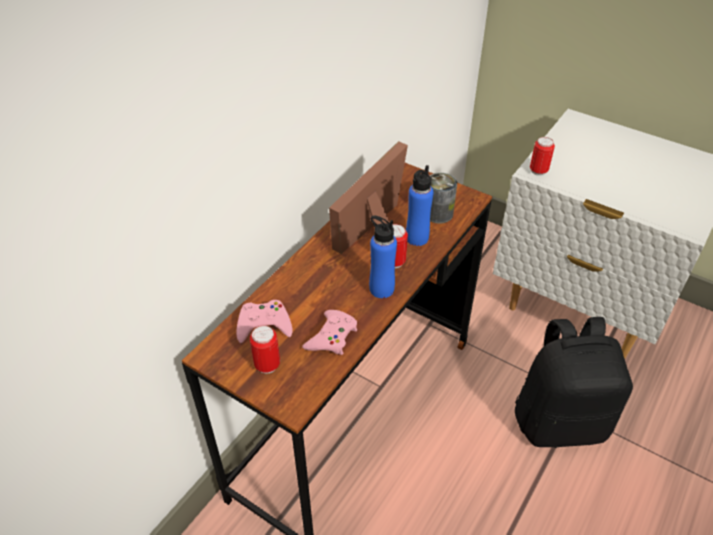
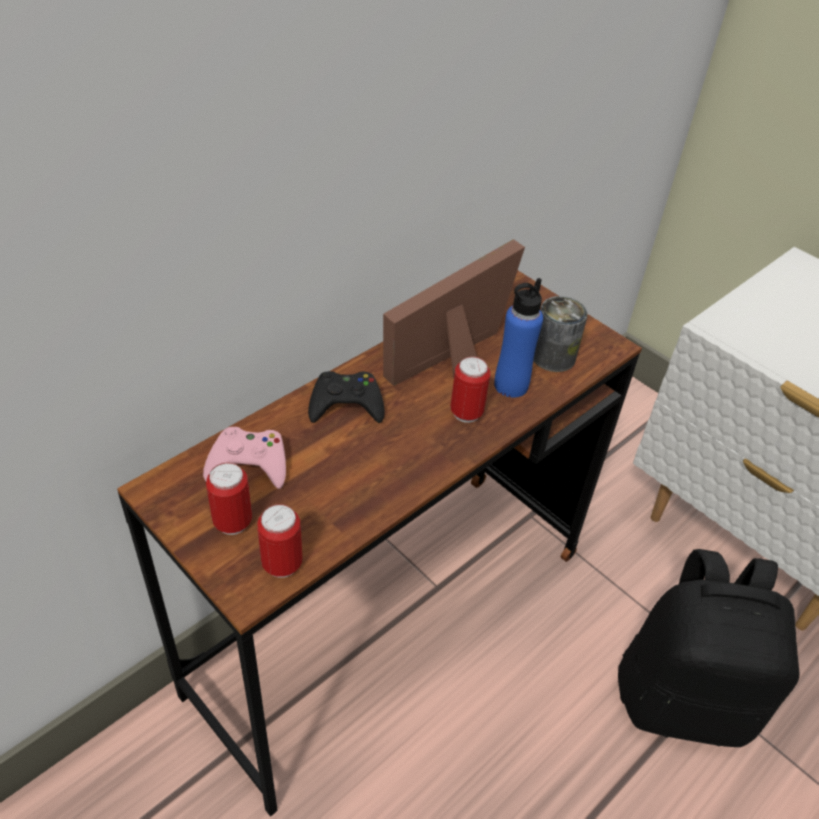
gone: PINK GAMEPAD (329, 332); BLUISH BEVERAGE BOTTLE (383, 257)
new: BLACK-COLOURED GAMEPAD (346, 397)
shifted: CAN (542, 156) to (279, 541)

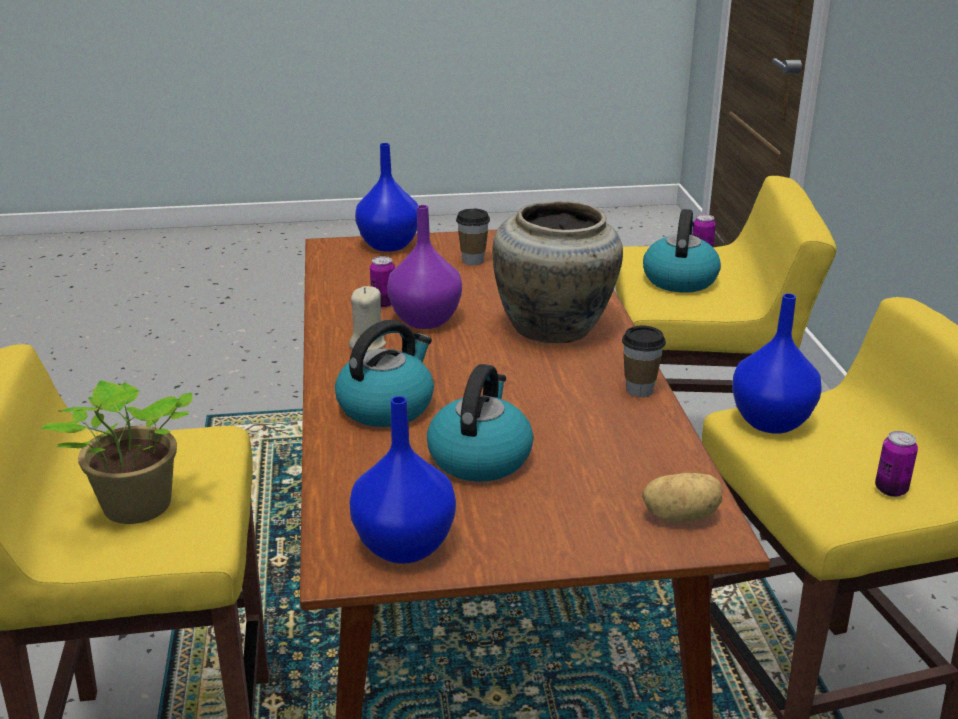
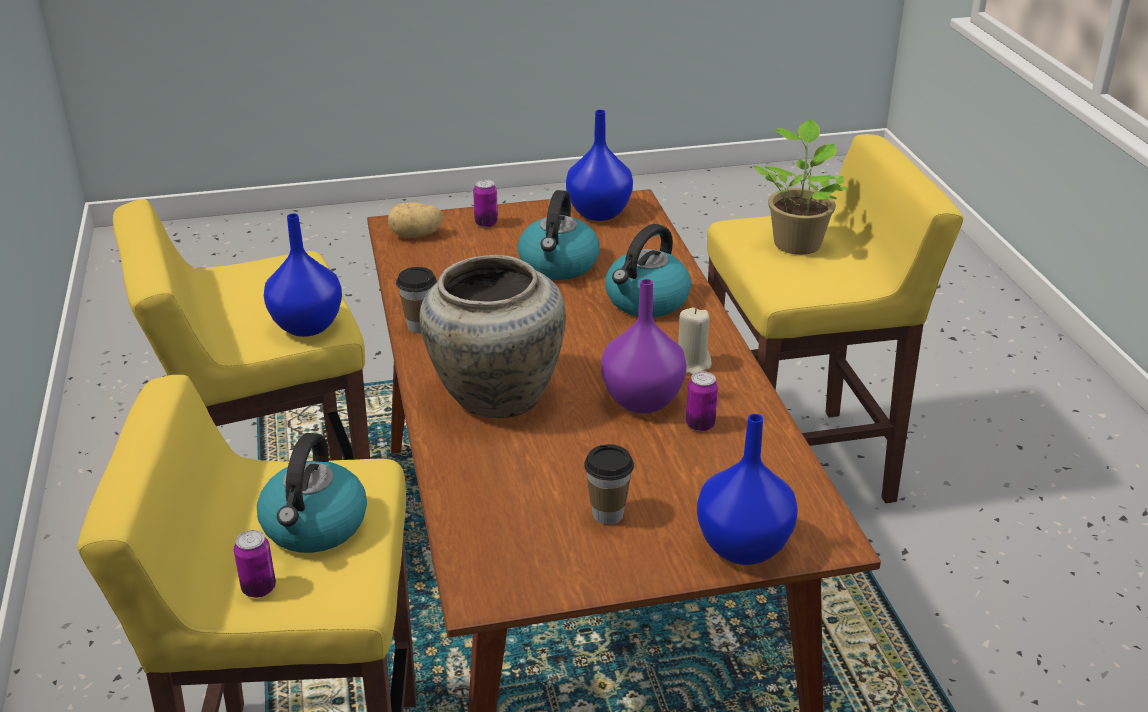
shifted: CAN (896, 464) to (485, 203)

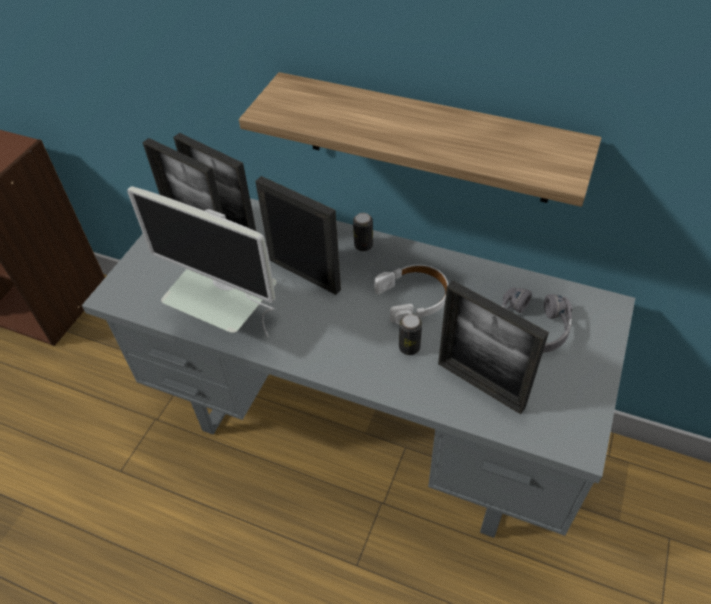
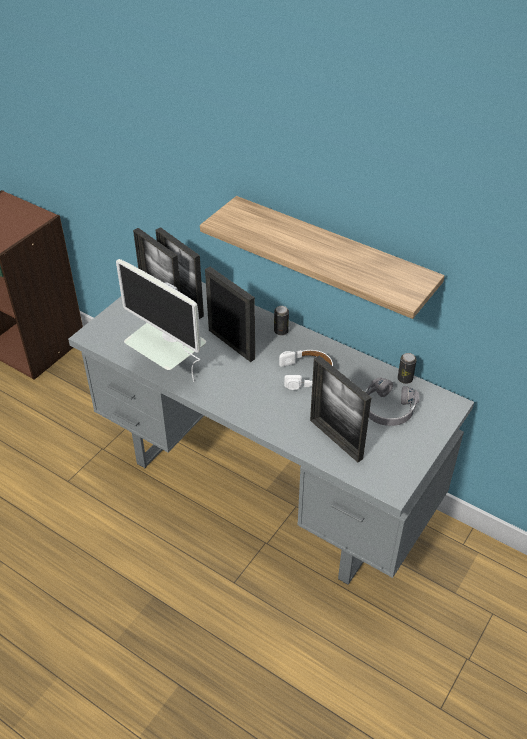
shifted: CAN (410, 334) to (407, 368)

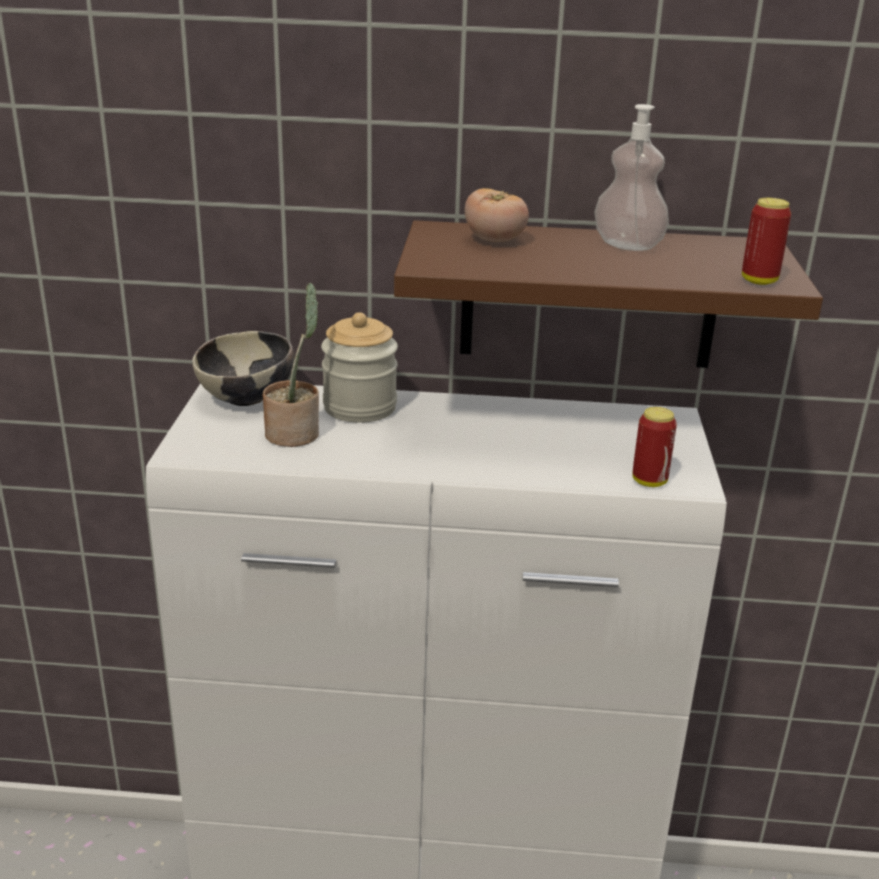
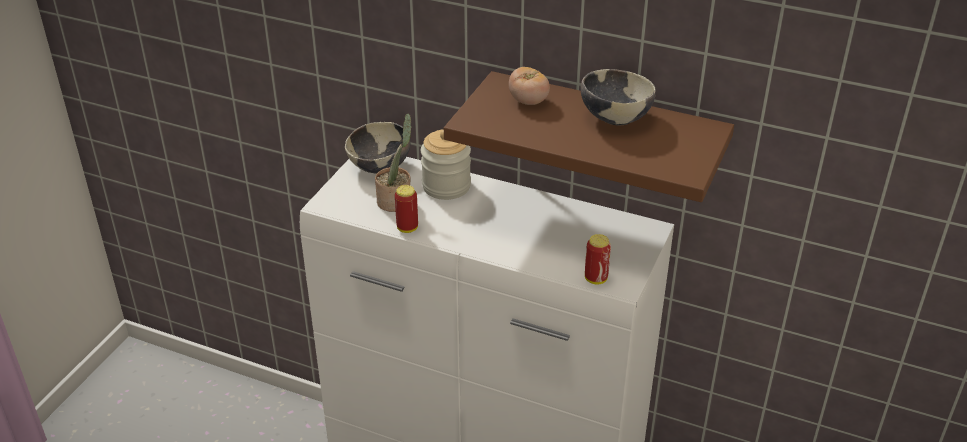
shifted: CAN (766, 241) to (406, 209)
swapped: SOAP BOTTLE (631, 177) to BOWL (618, 97)

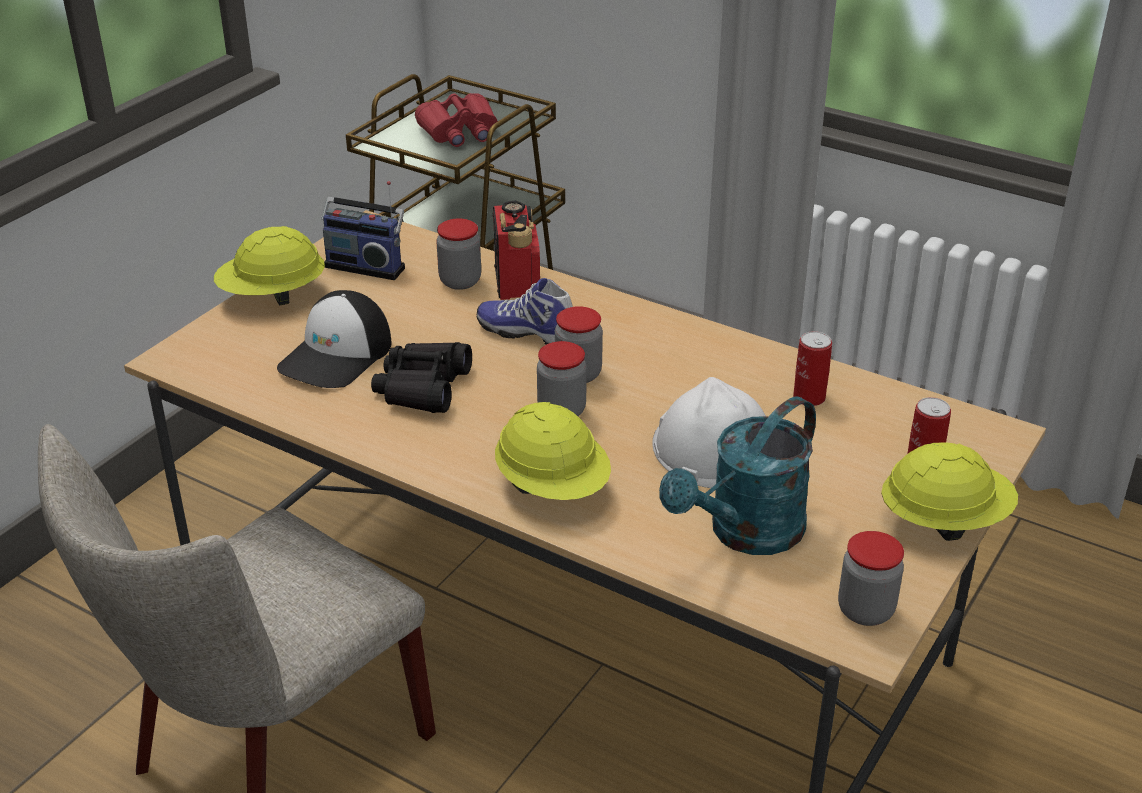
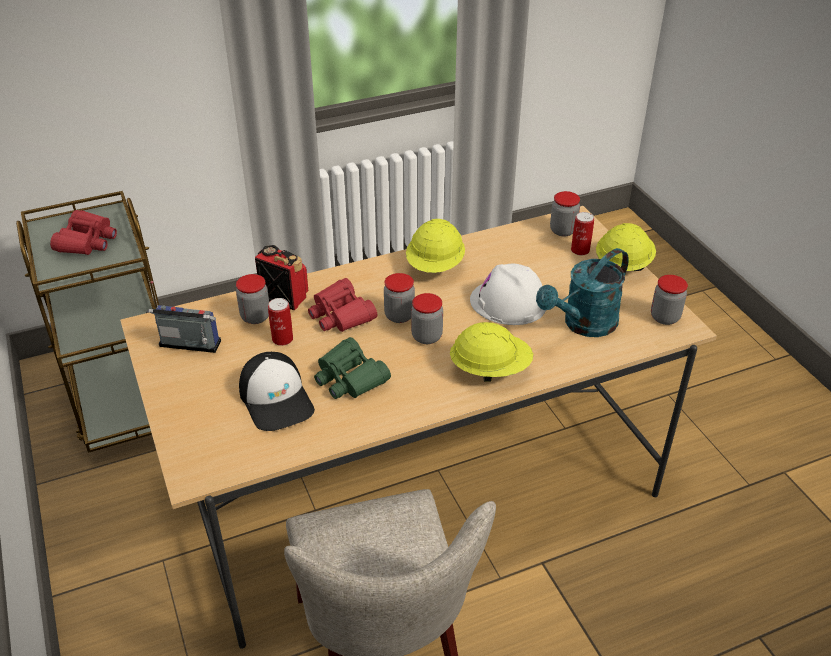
new: JAR (565, 214)
shifted: CAN (812, 368) to (280, 322); YELLOW-COLOURED SAFETY HELMET (269, 265) to (435, 246)
swapped: SHOE (525, 311) to REDDISH PAIR OF BINOCULARS (342, 305)
repainted: BLACK-COLOURED PAIR OF BINOCULARS (421, 377) to GREEN-COLOURED PAIR OF BINOCULARS (352, 368)
rotated: RADIO (363, 230) = (184, 317) 135 degrees counterclockwise; TURQUOISE WATERING POT (737, 475) = (582, 292) 60 degrees clockwise

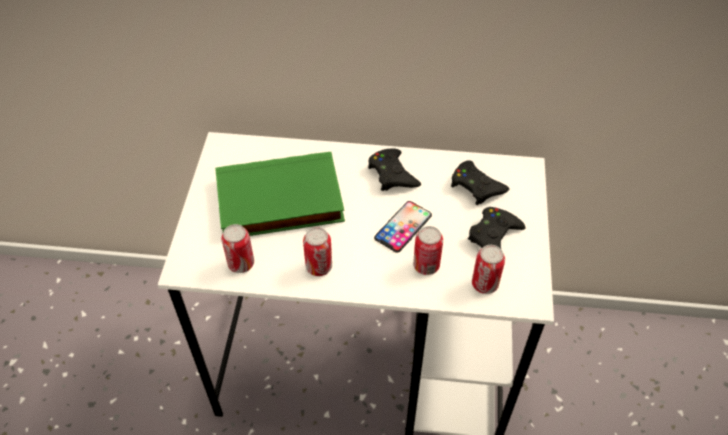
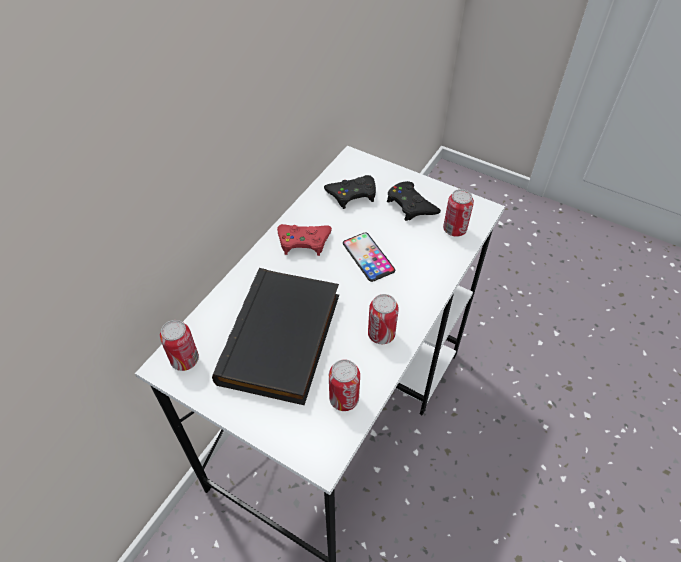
shifted: CAN (428, 250) to (179, 345)
repainted: GREEN-COLOURED BOOK (280, 194) to BLACK-COLOURED BOOK (275, 336); BLACK-COLOURED GAMEPAD (394, 169) to REDDISH GAMEPAD (304, 240)

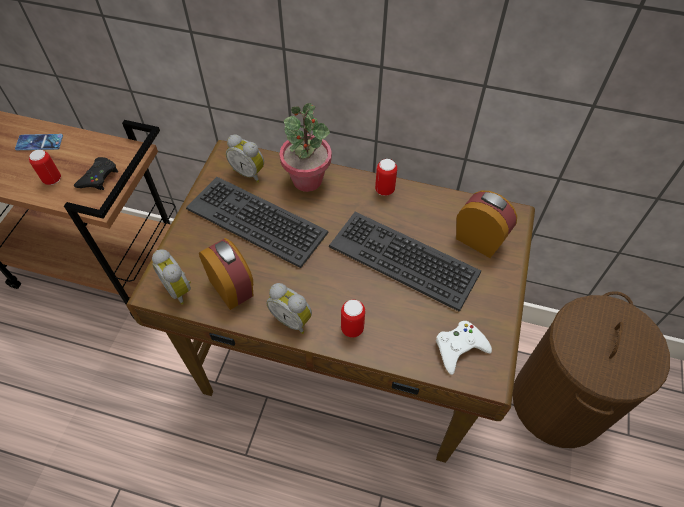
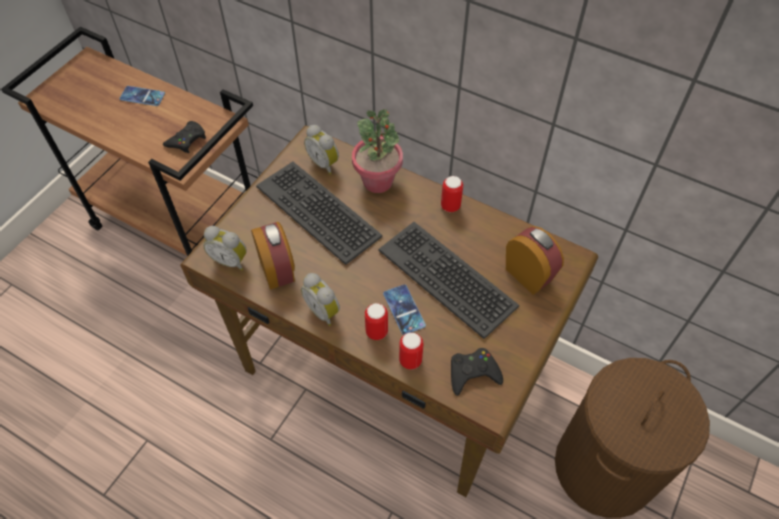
new: HANDSET (404, 309)
shifted: CAN (45, 167) to (411, 351)
repainted: WHITISH GAMEPAD (464, 348) to BLACK-COLOURED GAMEPAD (477, 372)
rotated: BEDSIDE CLOCK (171, 277) = (225, 248) 45 degrees counterclockwise

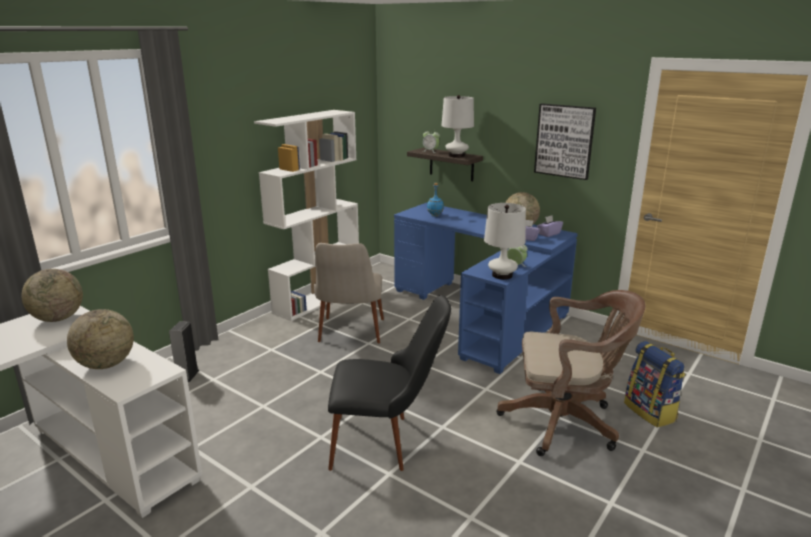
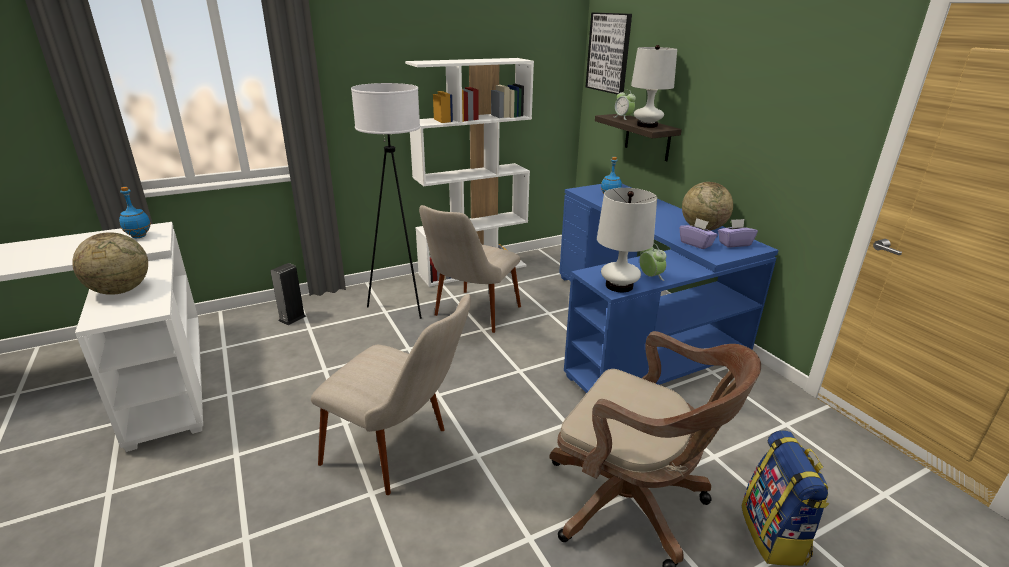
new: WHITISH STANDARD LAMP (386, 201)
shifted: WALL ART (565, 141) to (609, 53)
swapped: DESK GLOBE (52, 295) to BLUISH BEVERAGE BOTTLE (135, 212)
repainted: BLACK-COLOURED CHAIR (389, 383) to SAND-COLOURED CHAIR (391, 394)

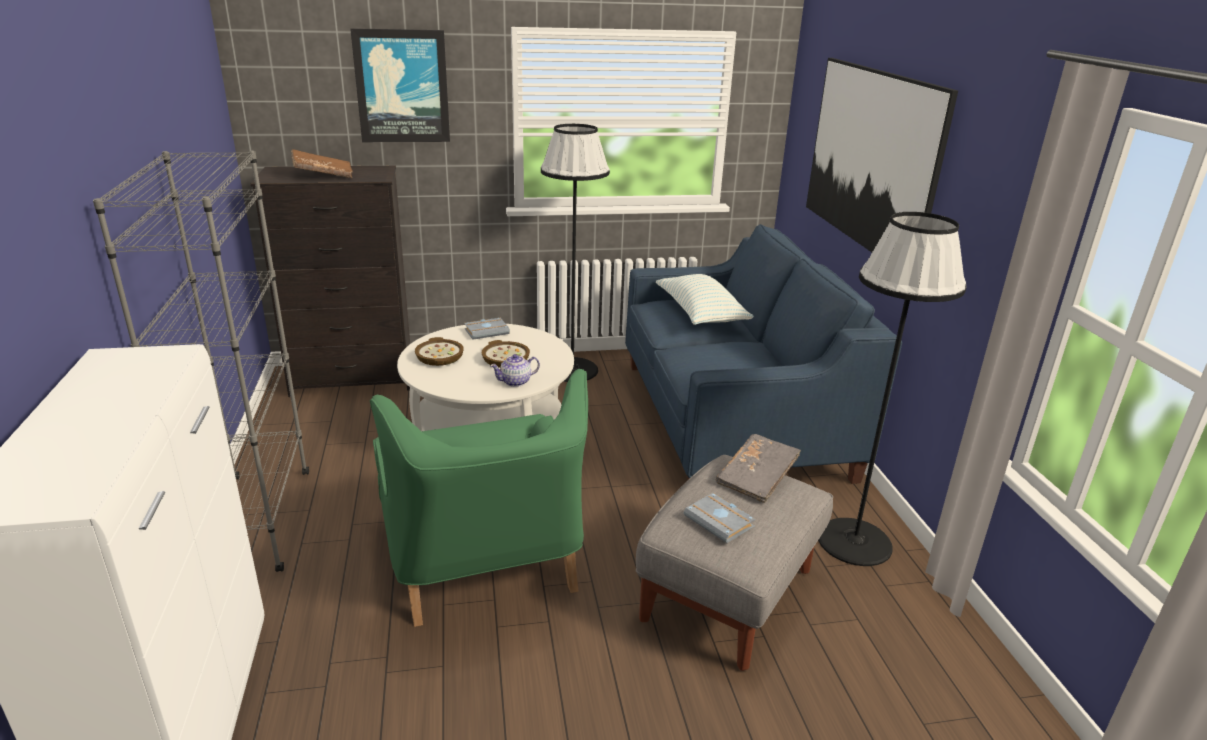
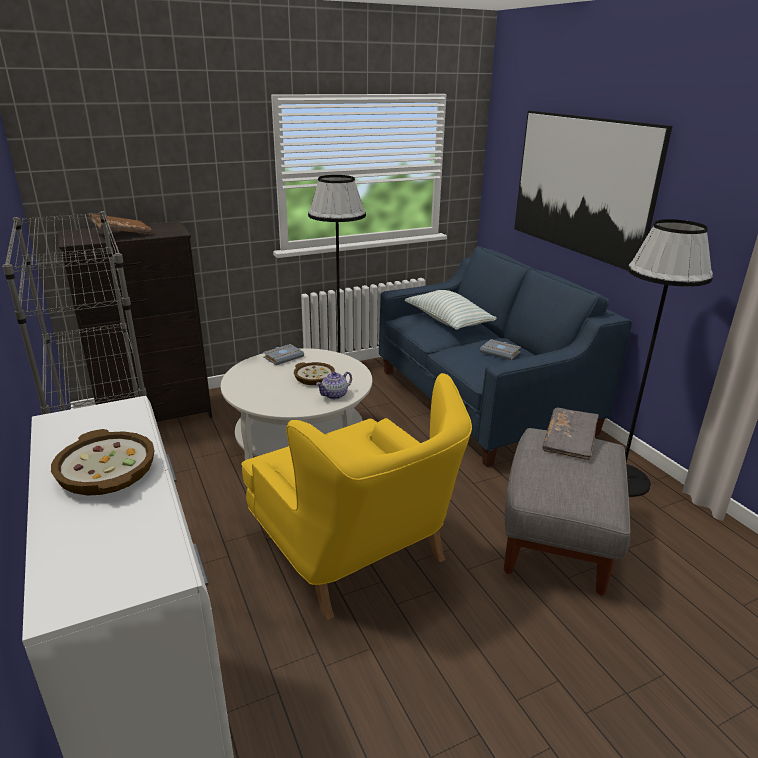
gone: WALL ART (400, 85)
shifted: BOWL (439, 351) to (102, 462); GREY BOOK (719, 518) to (500, 349)
repainted: GREEN-COLOURED LOUNGE CHAIR (479, 498) to YELLOW-COLOURED LOUNGE CHAIR (356, 496)

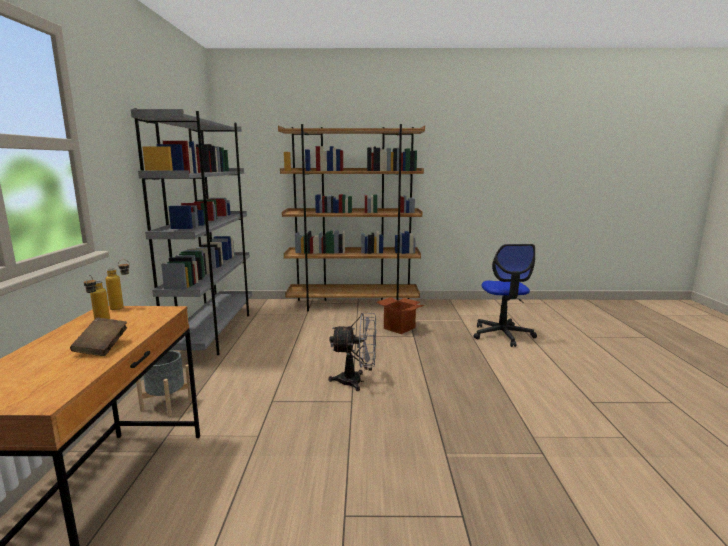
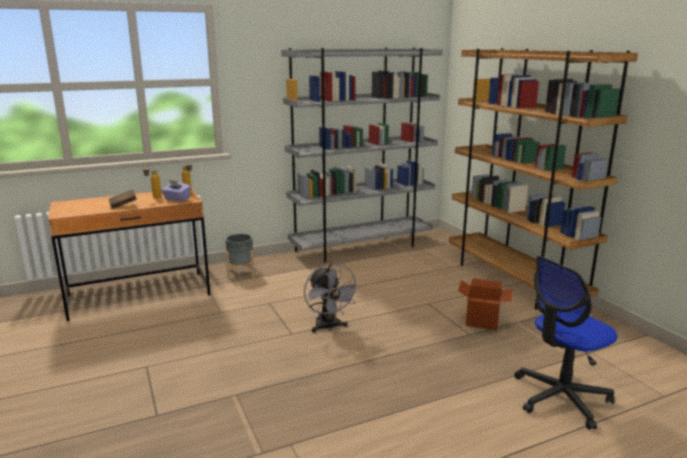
new: PURPLISH TISSUE HOLDER (176, 191)

